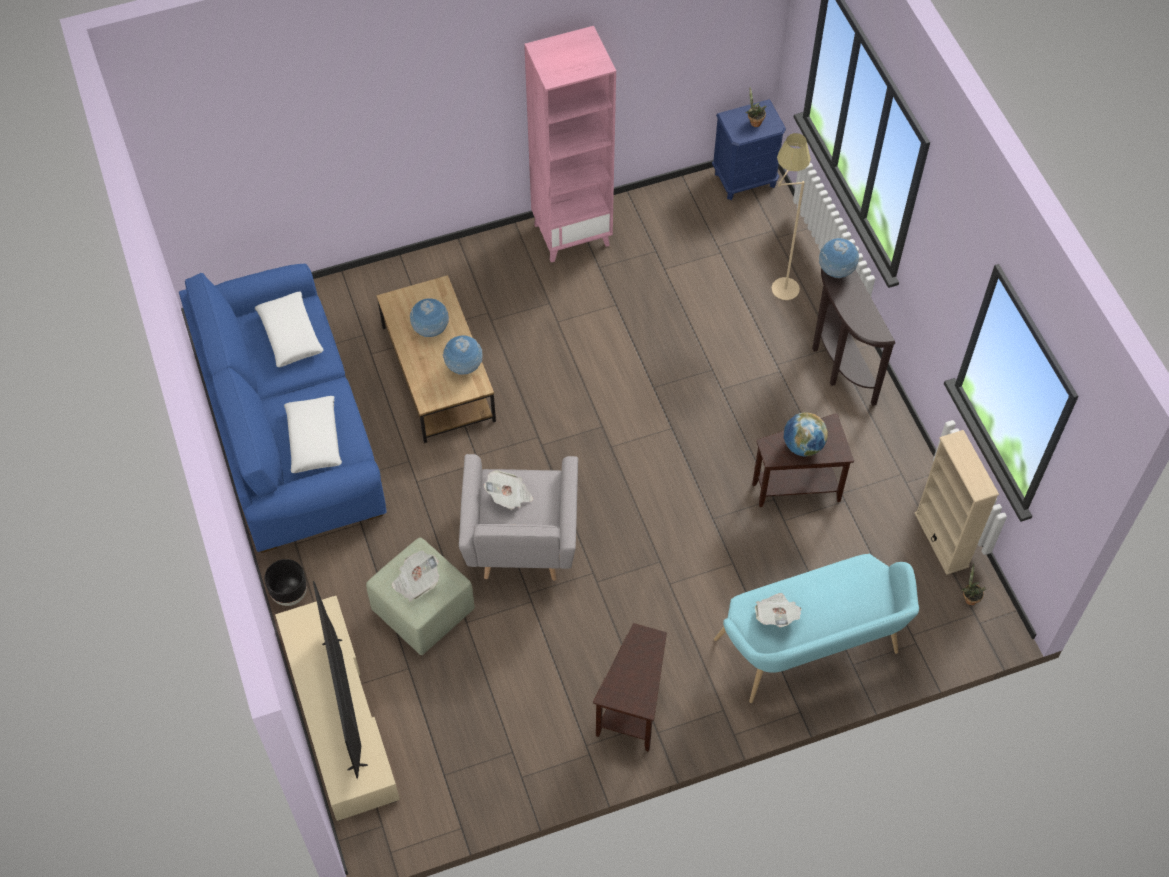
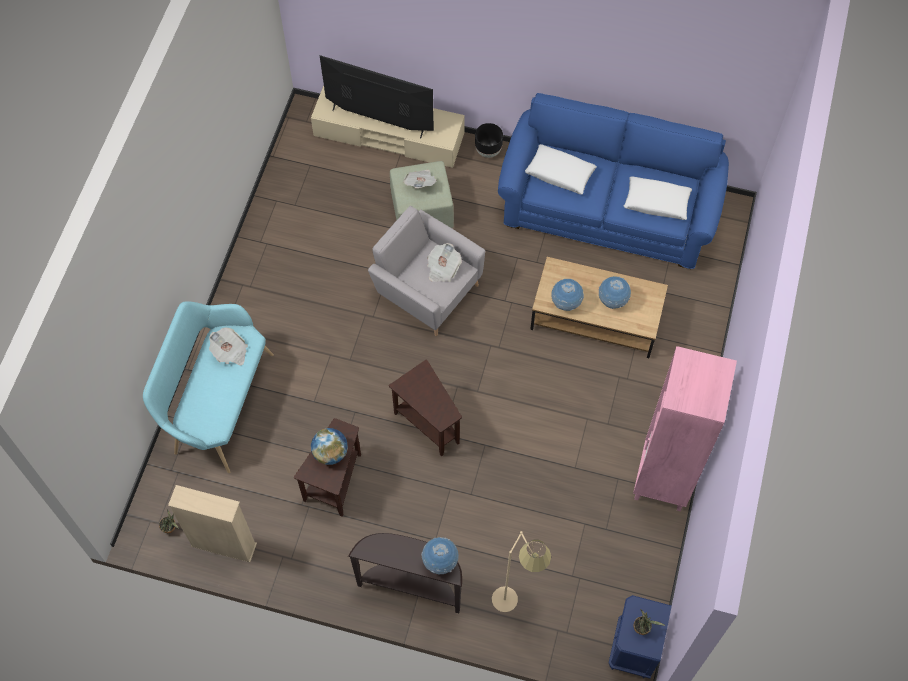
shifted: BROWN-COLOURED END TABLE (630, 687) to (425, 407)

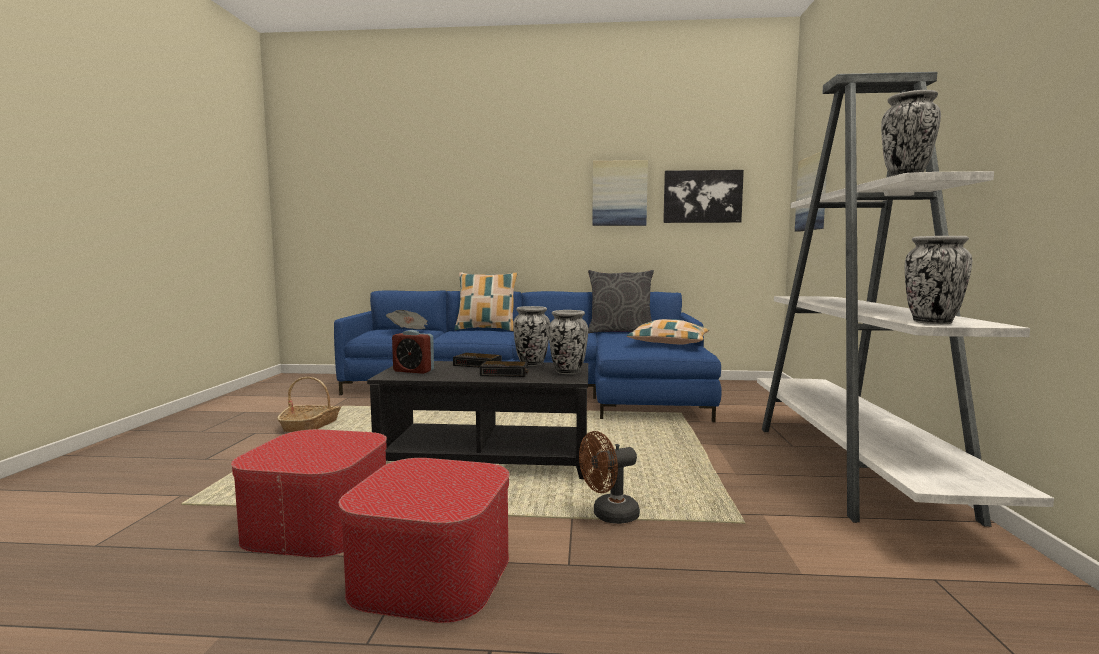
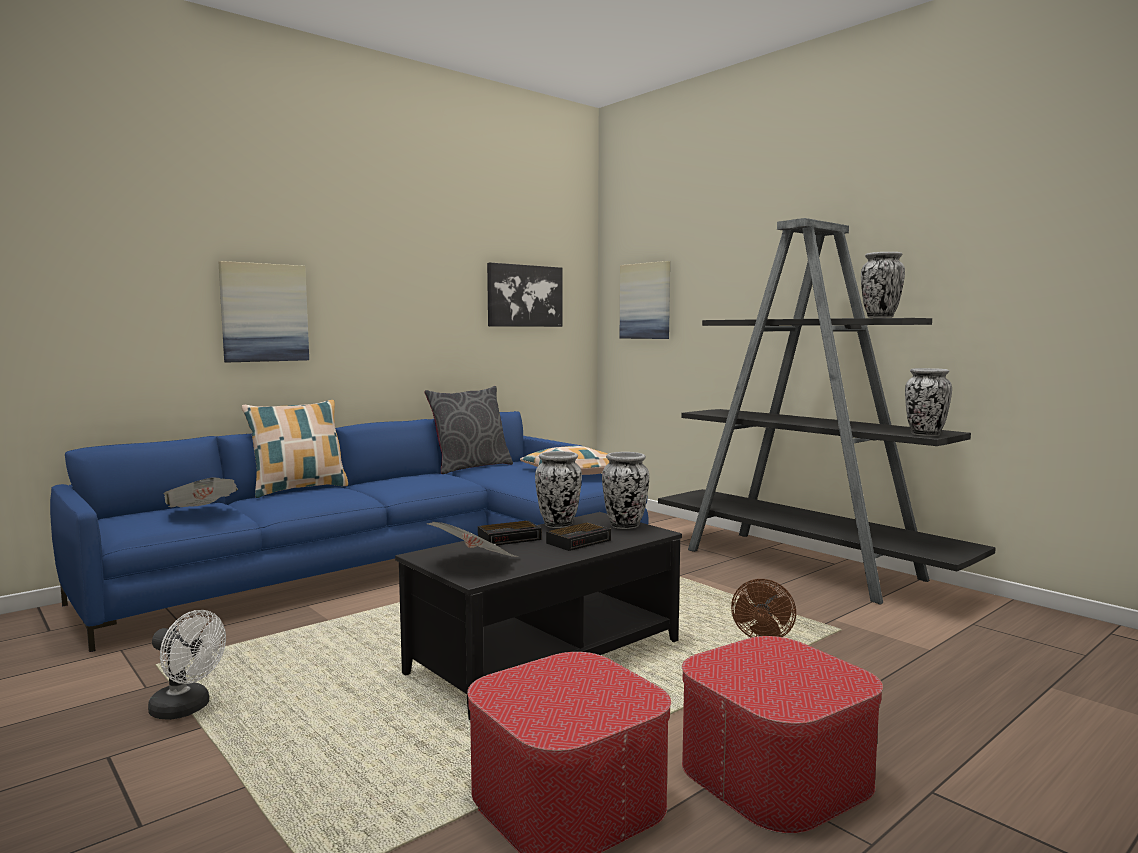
shifted: WALL ART (620, 193) to (263, 311)
swapped: BASKET (309, 404) to WHITISH COOLING FAN (187, 665); BEDSIDE CLOCK (413, 352) to PRINTED PAPER (472, 539)
repainted: WHITISH SHELVING UNIT (905, 299) to BLACK-COLOURED SHELVING UNIT (827, 411)

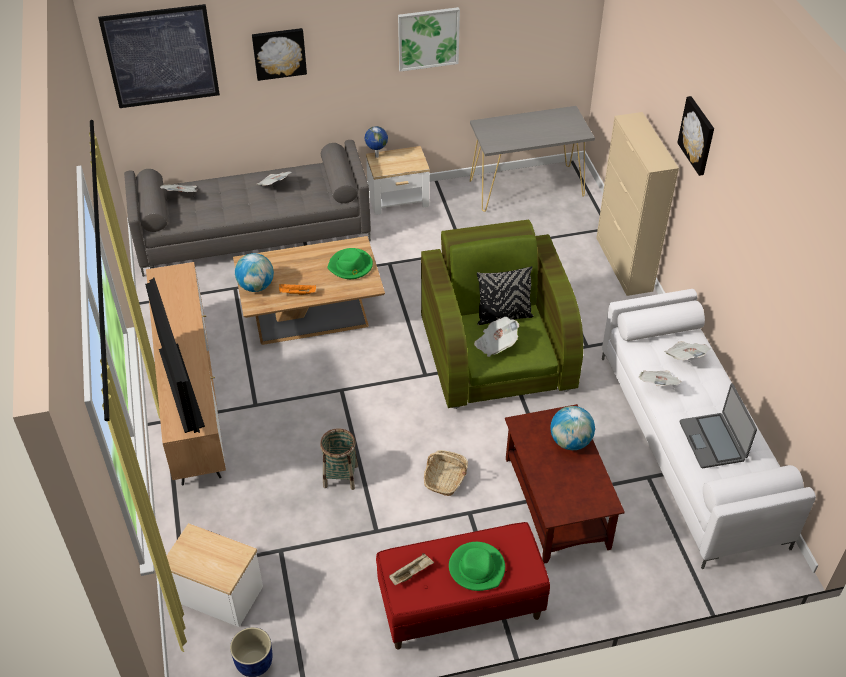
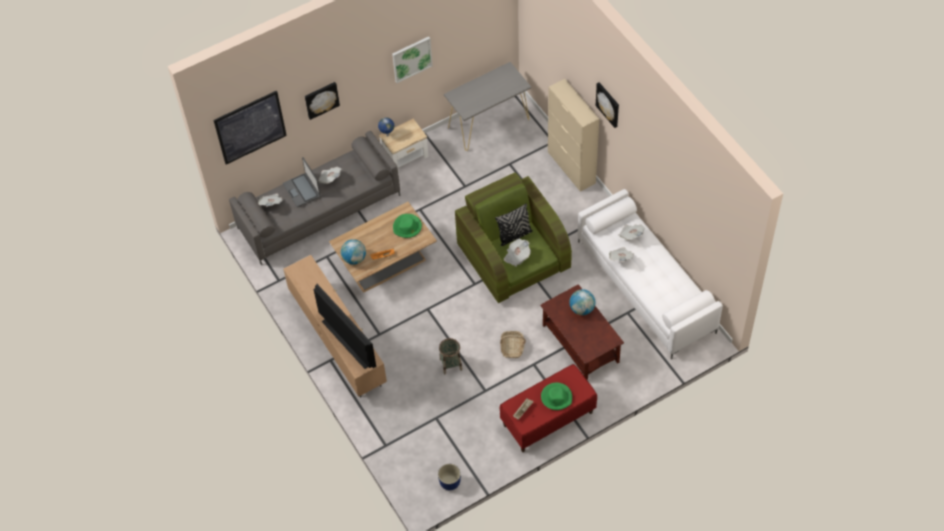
gone: END TABLE (215, 575)
shifted: LAPTOP (718, 425) to (302, 182)

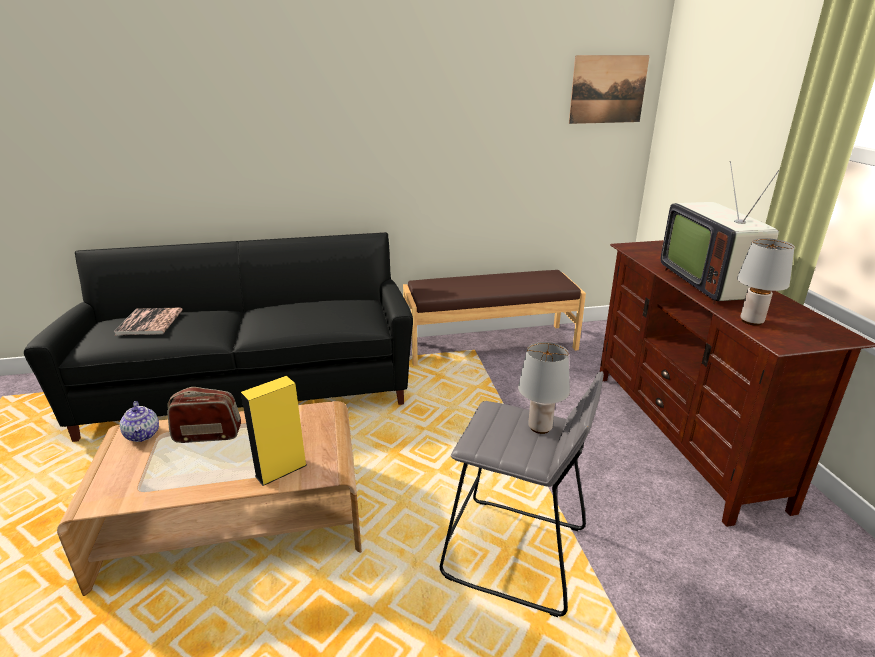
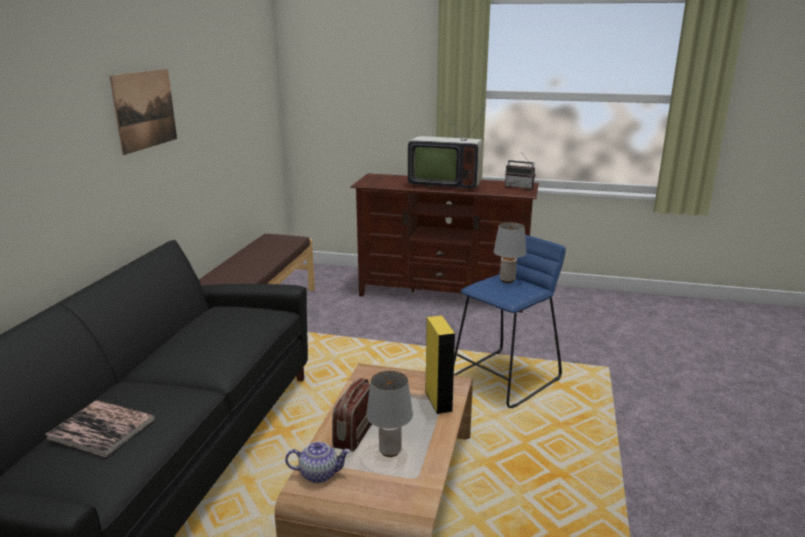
new: RADIO (520, 170)
shifted: WALL ART (609, 89) to (143, 112); GREY LAMP FOR A TABLE (766, 282) to (389, 414)
repainted: GREY STOOL (522, 494) to BLUISH STOOL (510, 321)

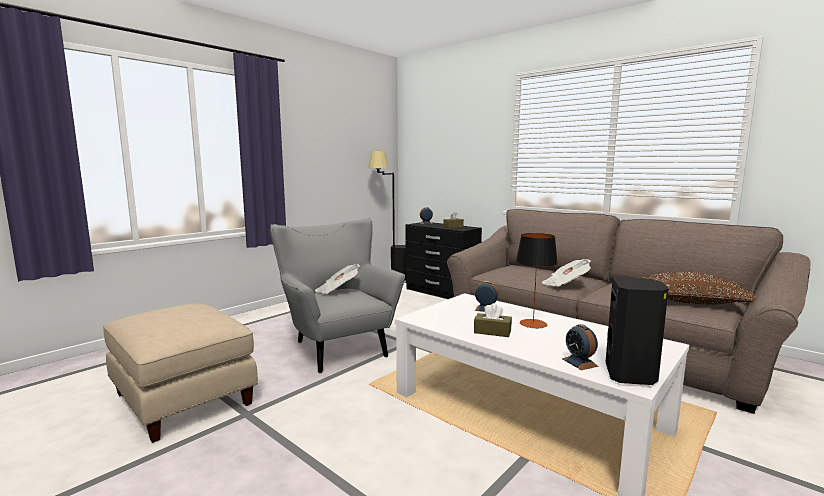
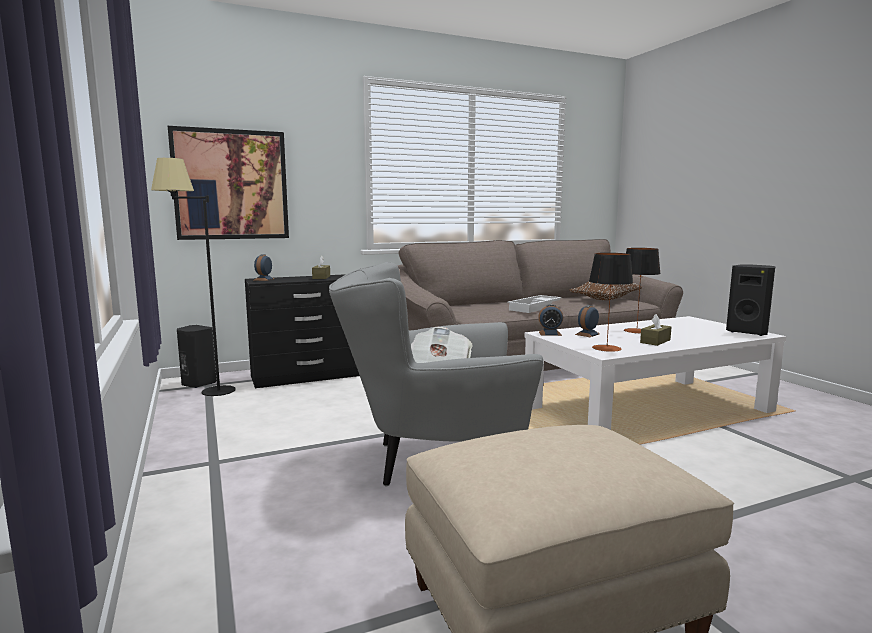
new: WALL ART (228, 183); LAMP FOR A TABLE (611, 302)
shifted: BEDSIDE CLOCK (580, 347) to (550, 320)
swapped: PRINTED PAPER (566, 273) to WHITISH CARRYING TRAY (534, 304)

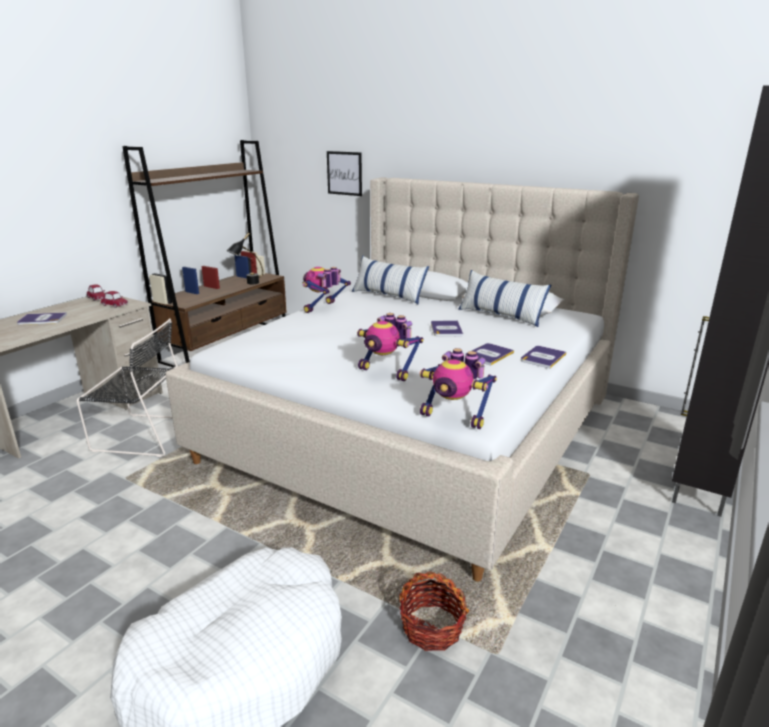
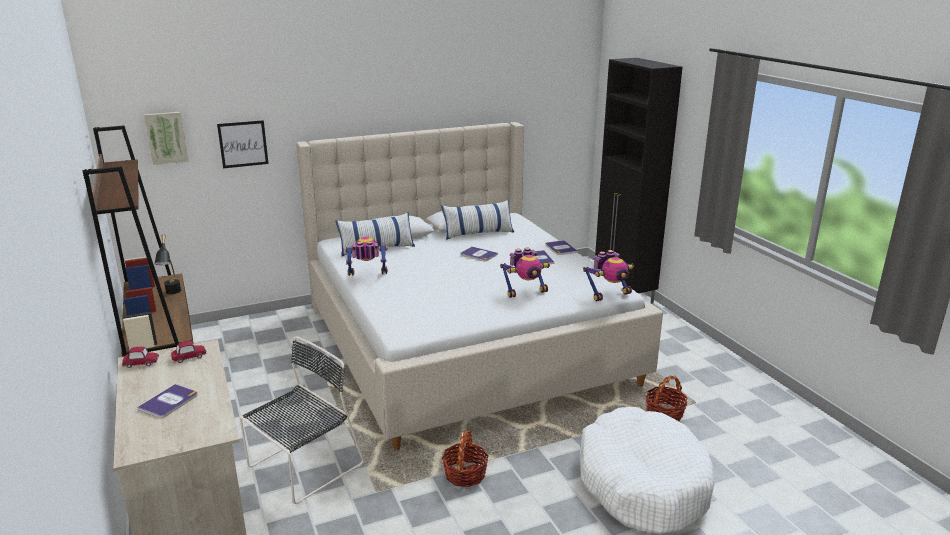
new: WALL ART (166, 138); BASKET (465, 459)
rotated: MODEL ROBOT (326, 290) = (366, 256) 105 degrees clockwise

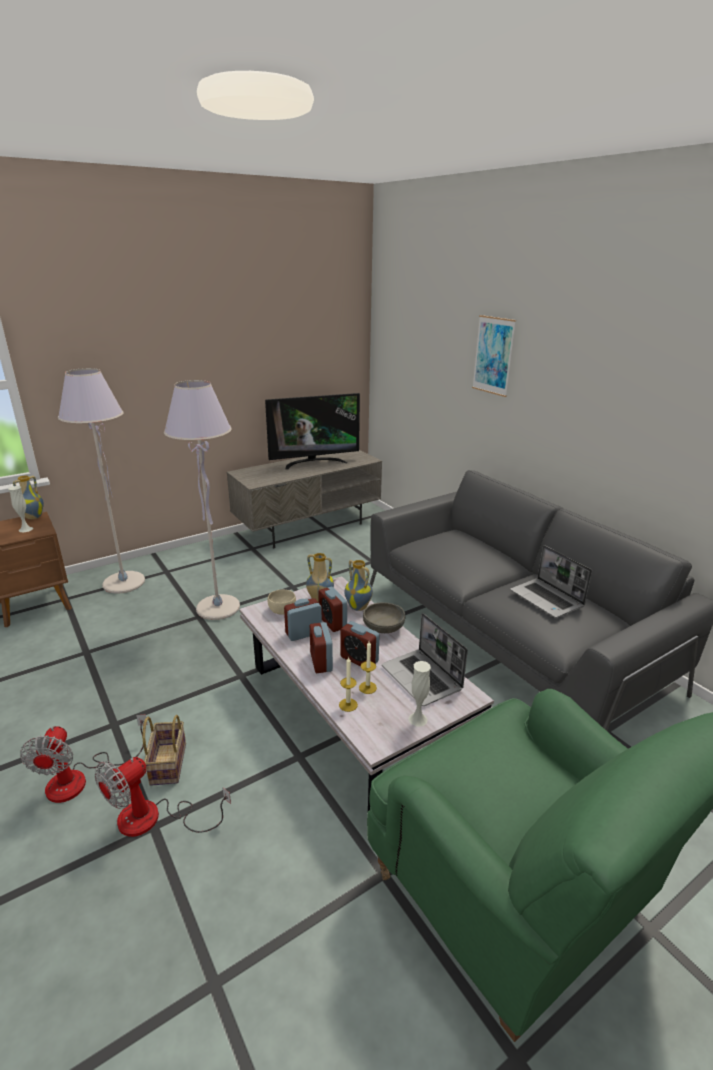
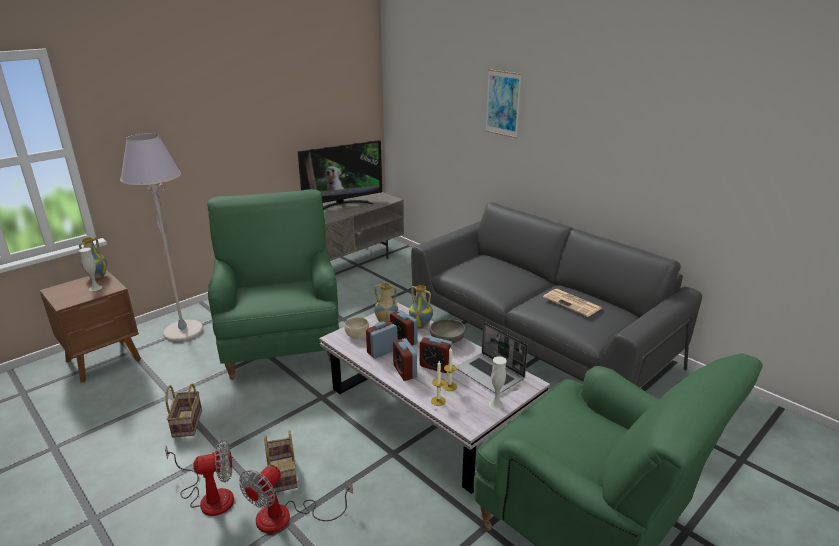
new: BASKET (183, 411)
swapped: GREY STANDARD LAMP (202, 500) to GREEN-COLOURED LOUNGE CHAIR (273, 284); LAPTOP (551, 581) to PRINTED PAPER (572, 303)
rotated: COOLING FAN (84, 759) = (199, 478) 90 degrees counterclockwise

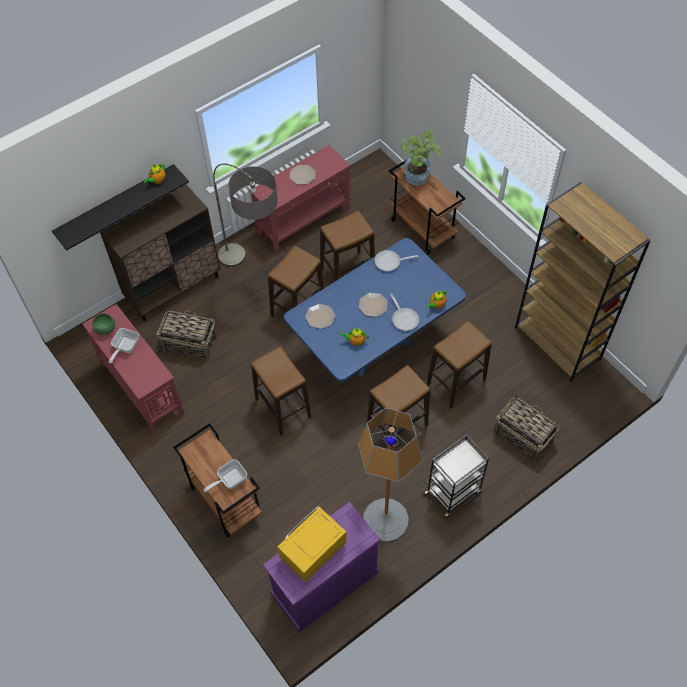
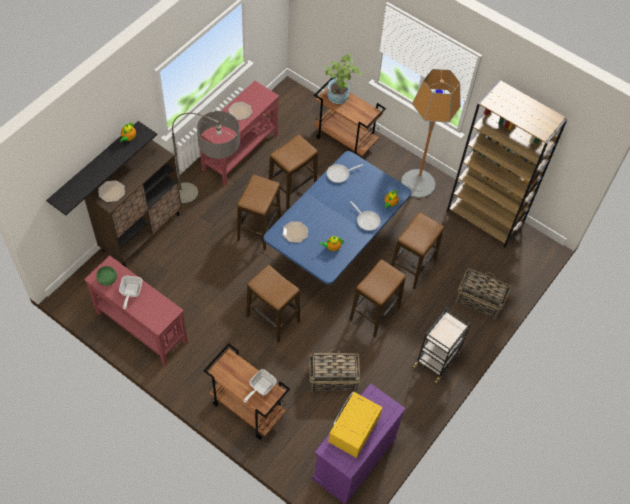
shifted: FLAT DISH (373, 305) to (111, 191); BASKET (187, 334) to (334, 370); STANDARD LAMP (390, 475) to (431, 133)

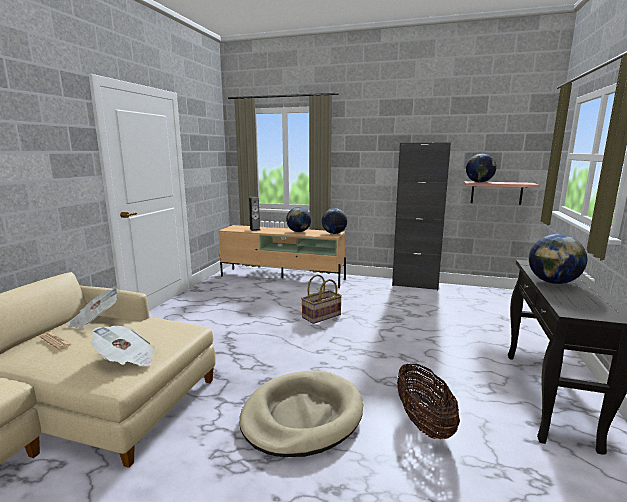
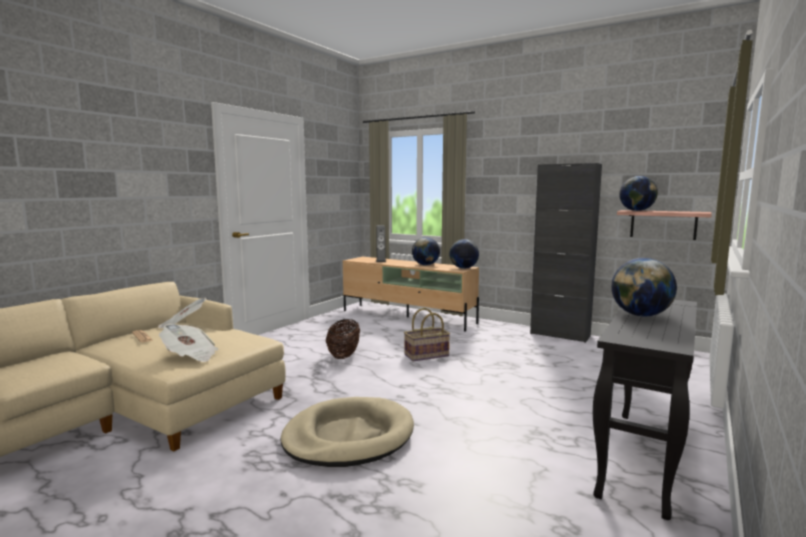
shifted: BASKET (428, 401) to (343, 339)

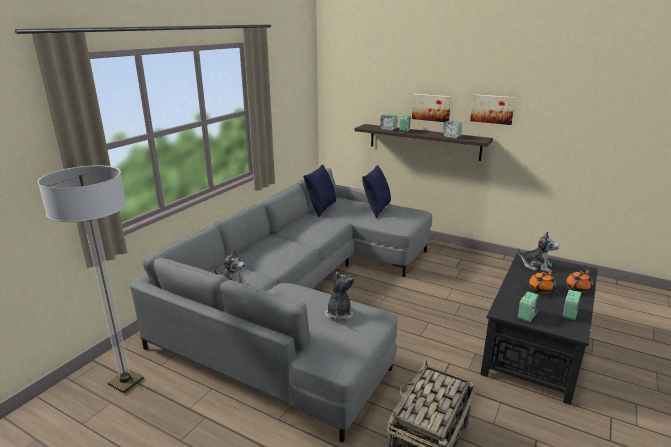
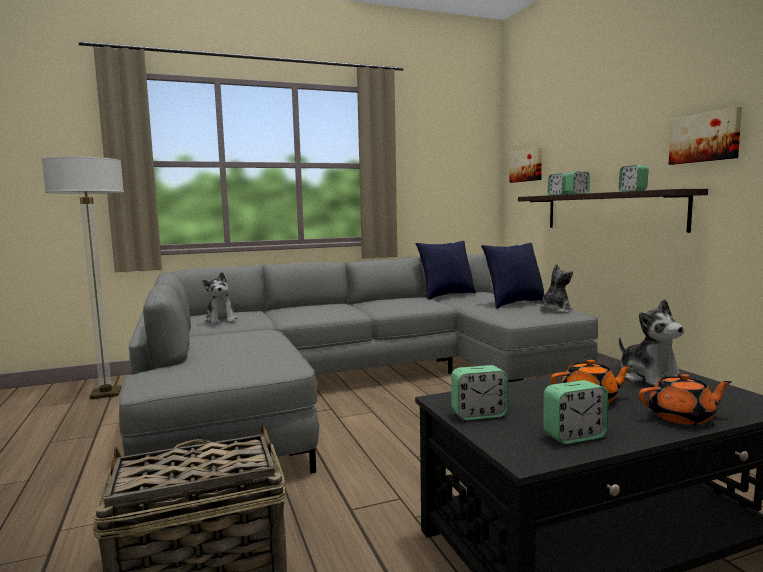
shifted: WALL ART (431, 108) to (525, 165); CUDDLY TOY (340, 296) to (556, 288)

